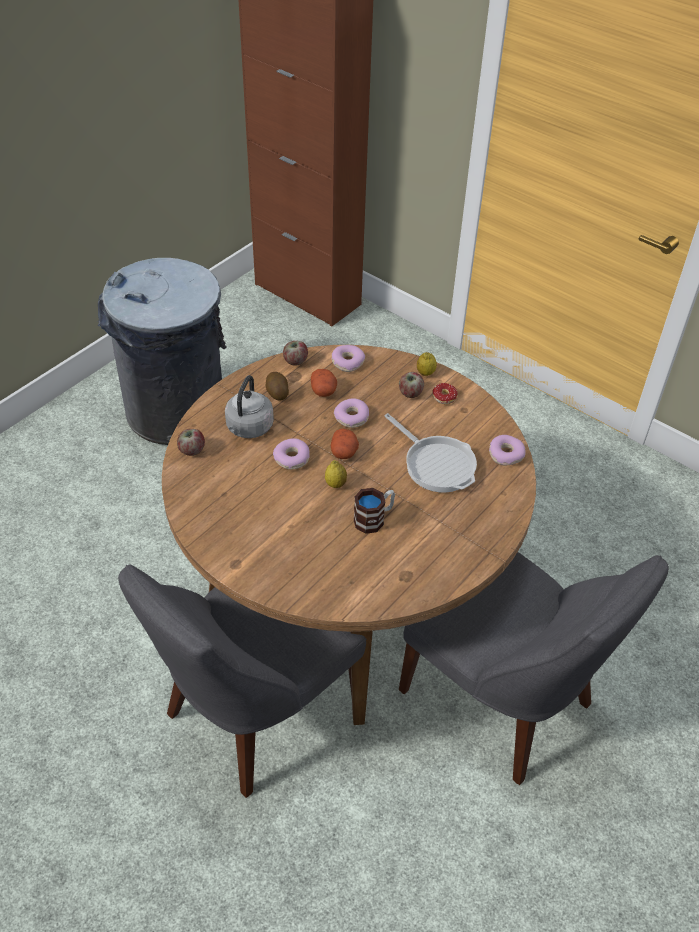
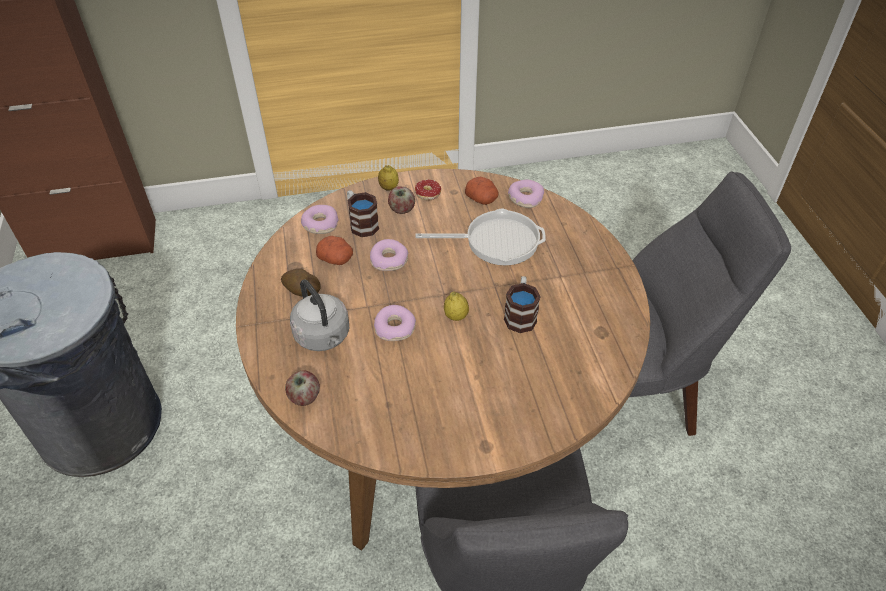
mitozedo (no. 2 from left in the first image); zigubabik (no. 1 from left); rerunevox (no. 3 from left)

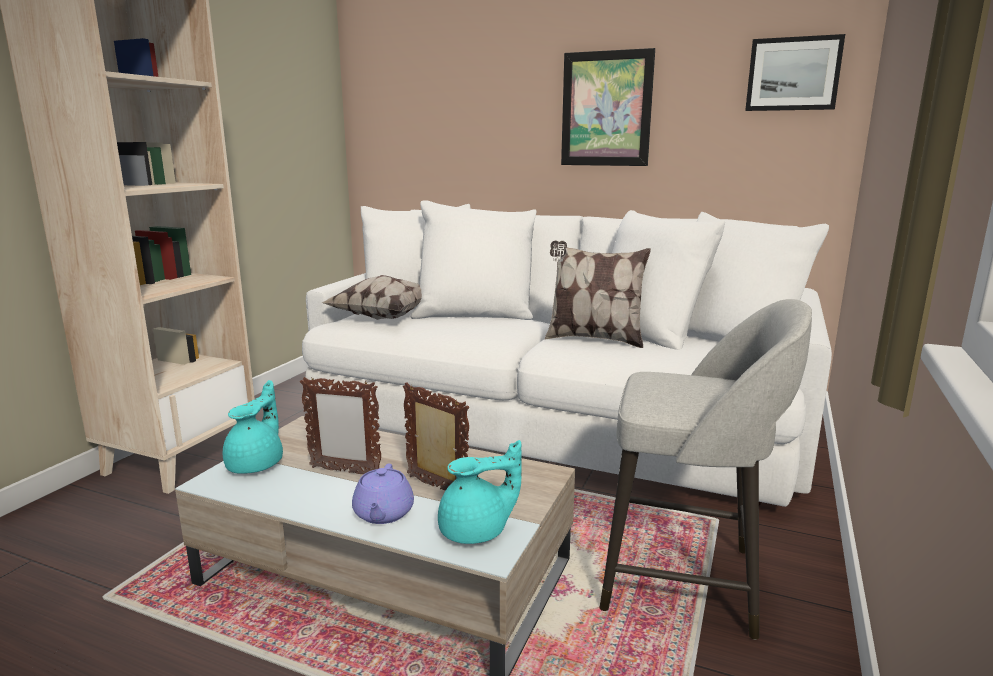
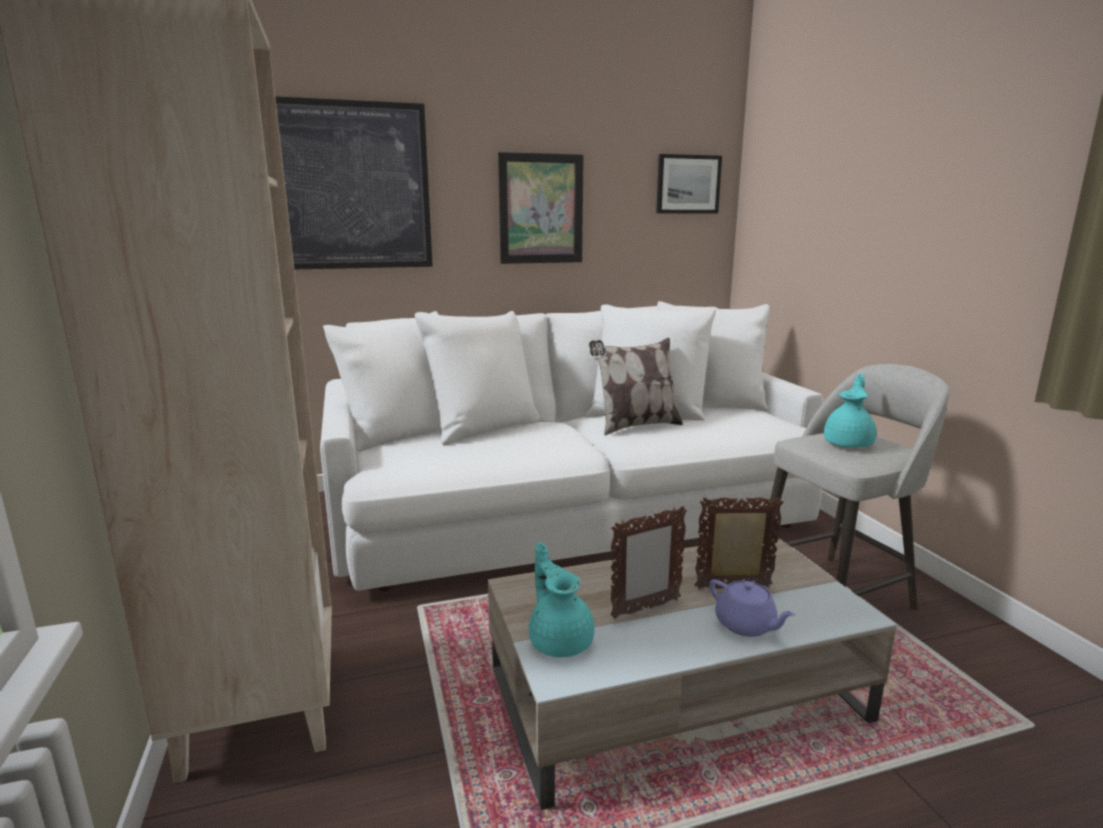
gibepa (no. 1 from left in the first image); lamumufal (no. 1 from left); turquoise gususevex (no. 2 from left)

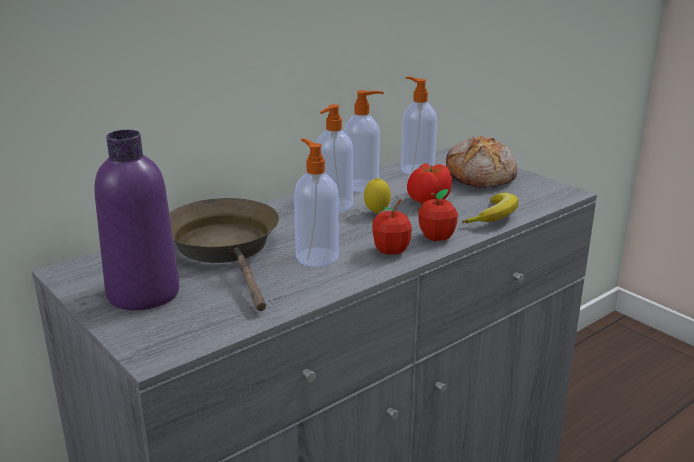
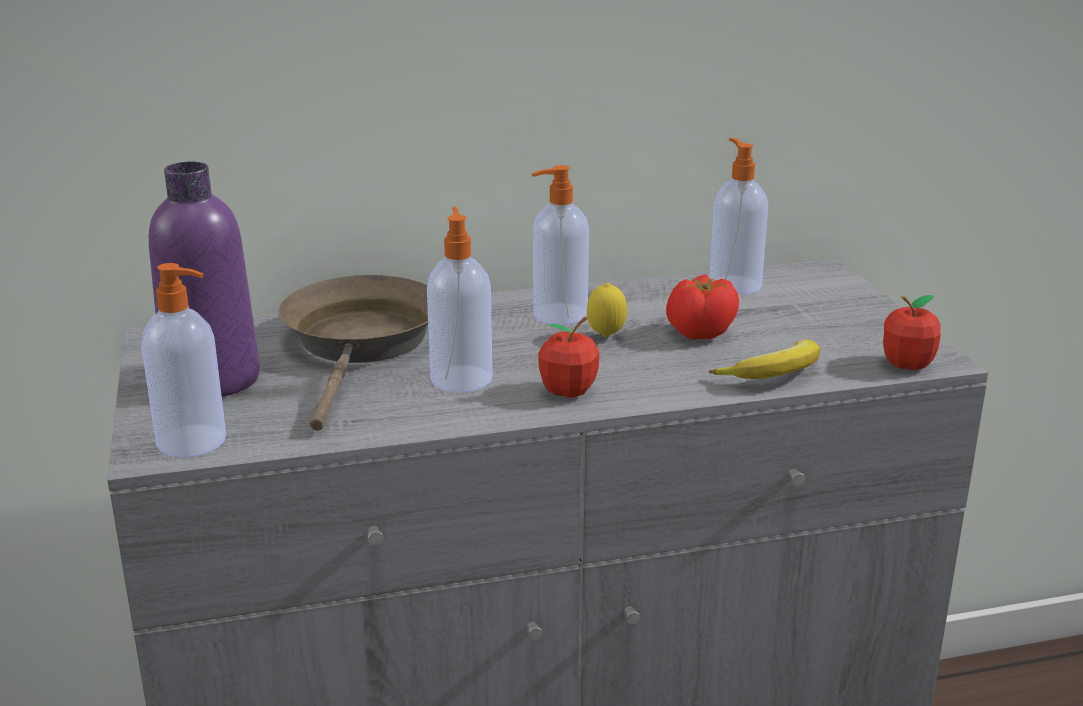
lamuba; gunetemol (no. 1 from left); mitozedo (no. 2 from left)

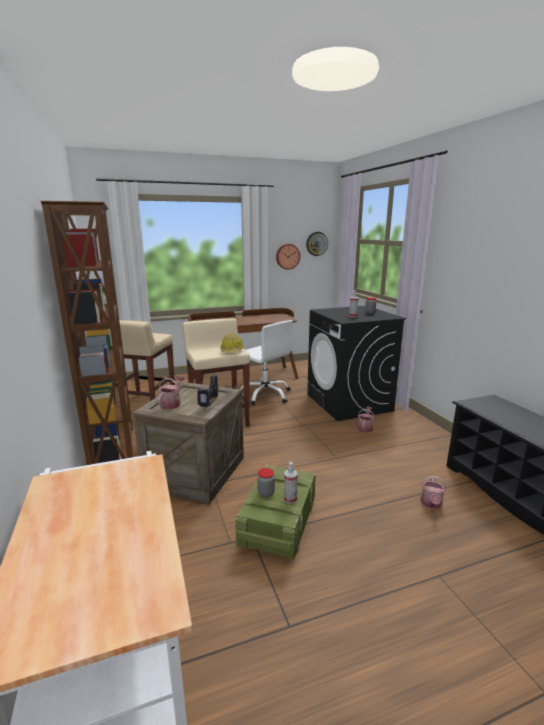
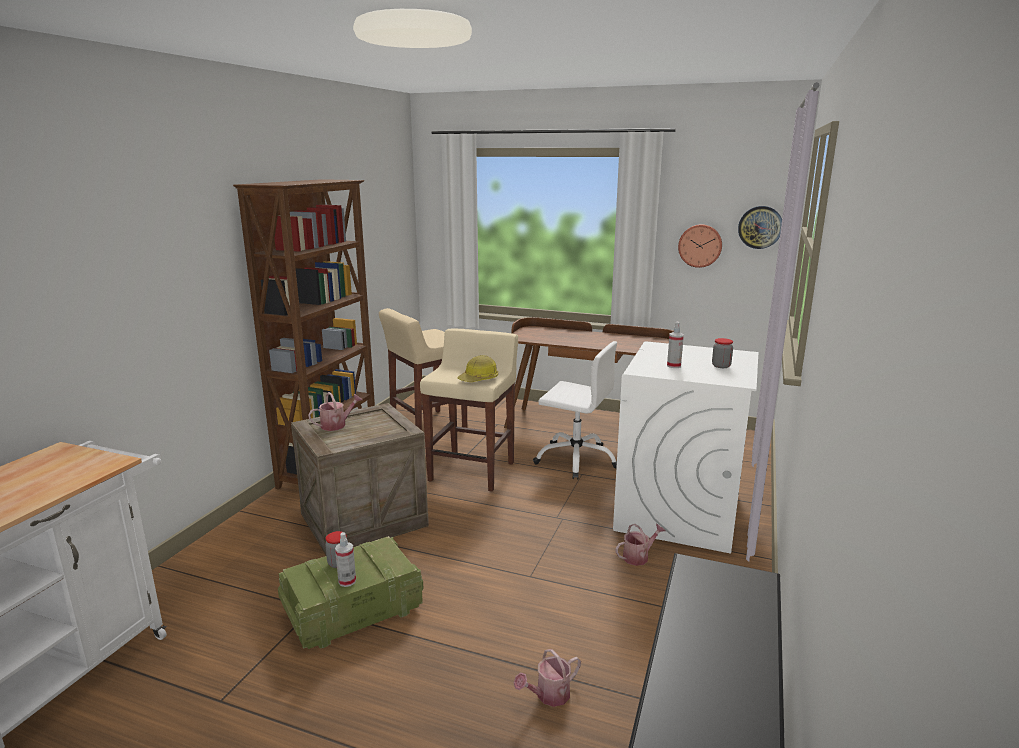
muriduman; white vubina; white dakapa

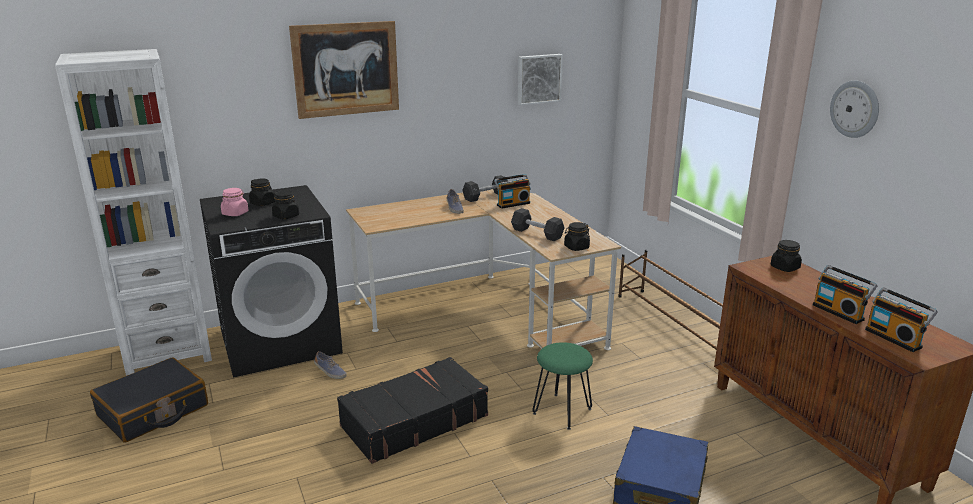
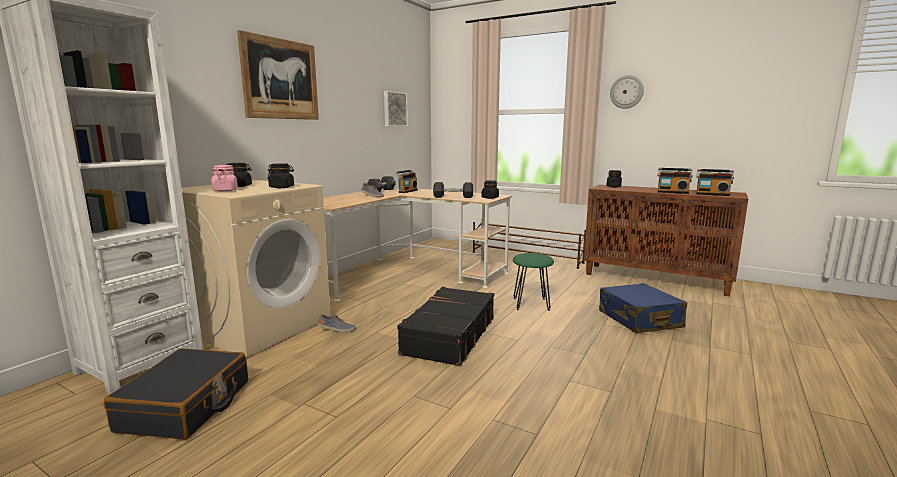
beige vubina

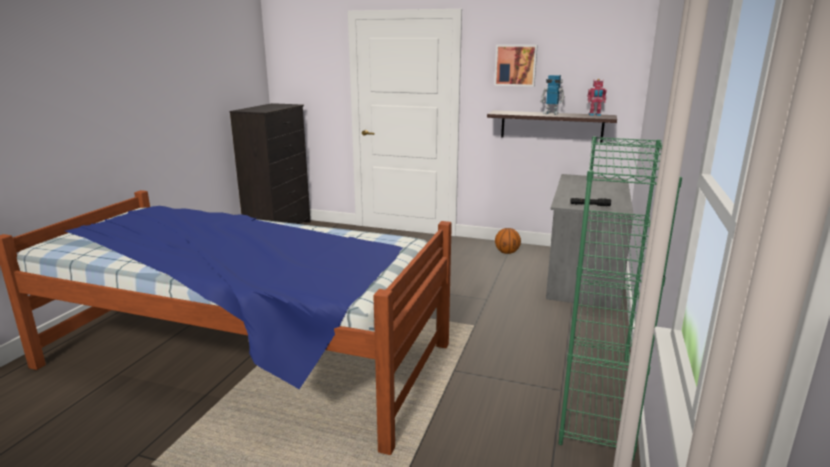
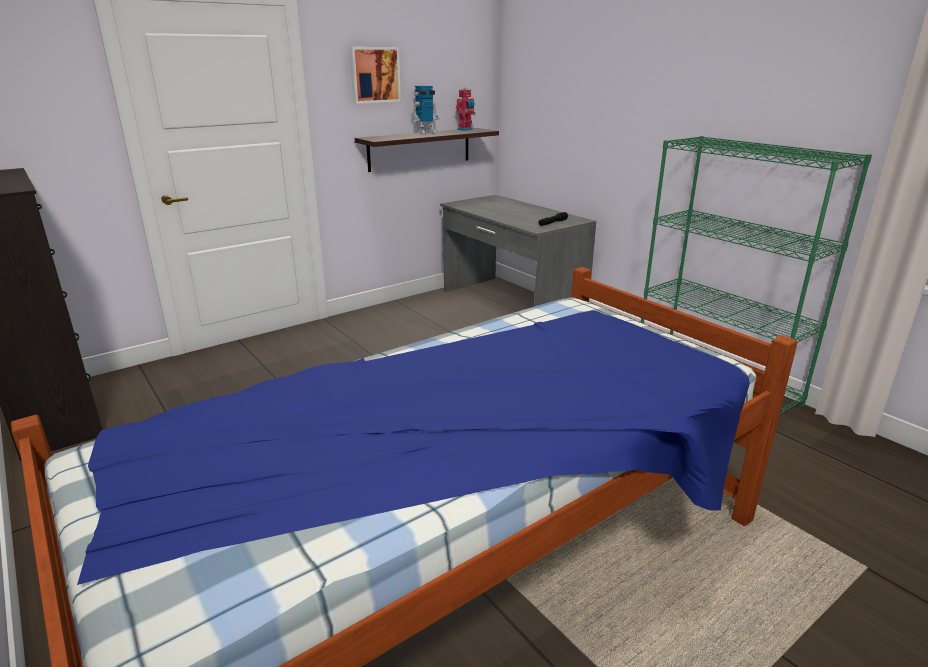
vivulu

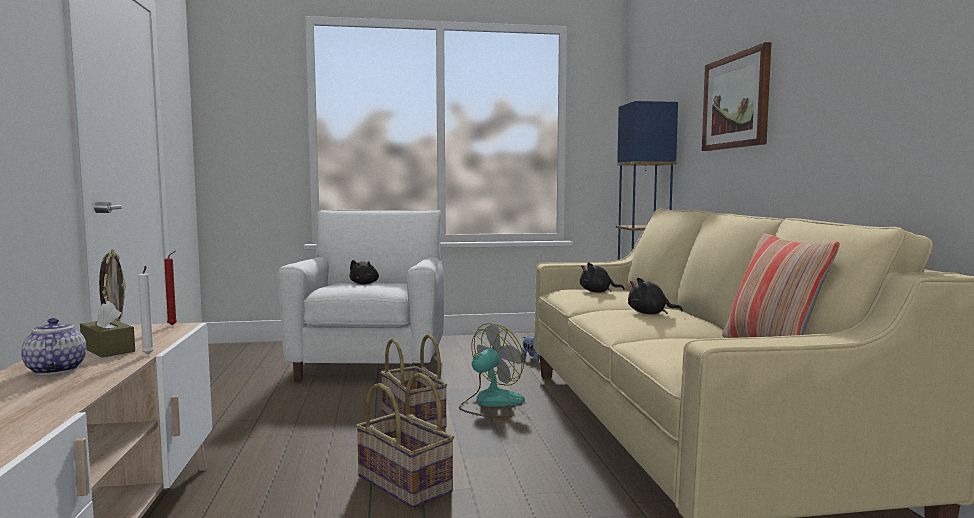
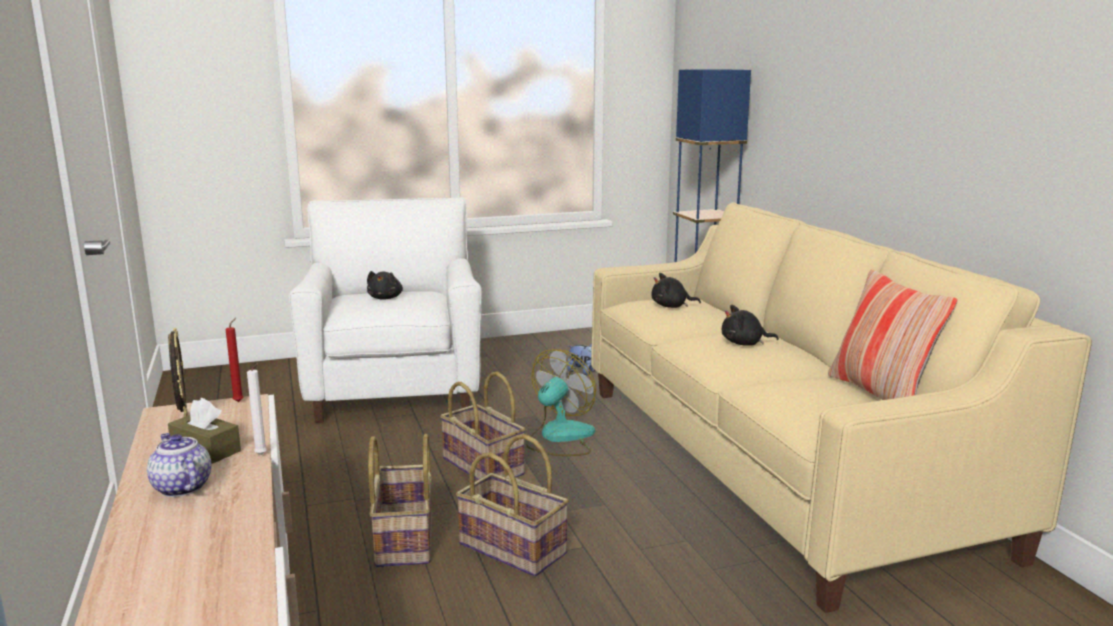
lamumufal; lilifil (no. 1 from left)

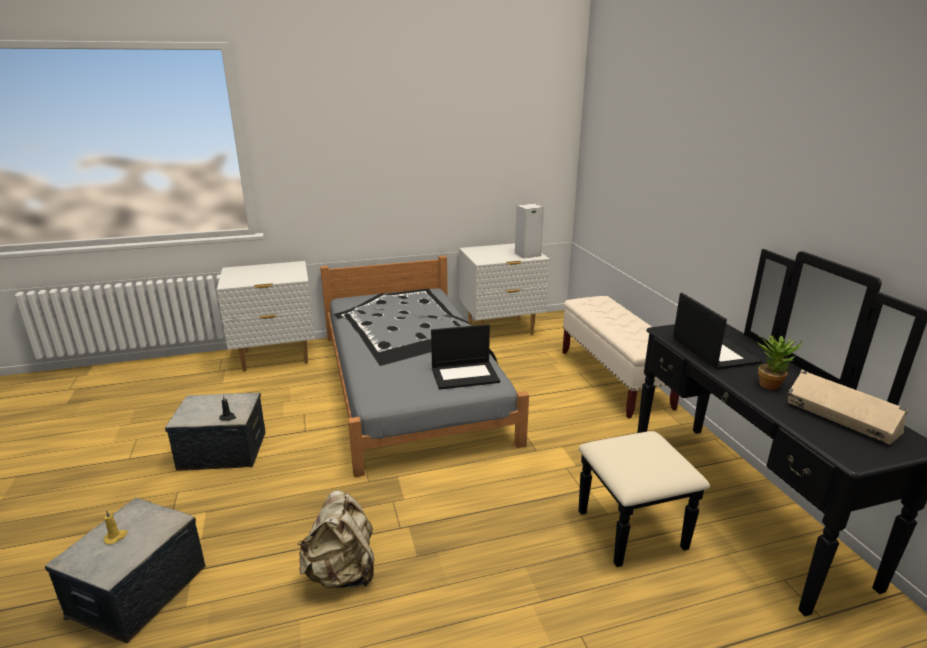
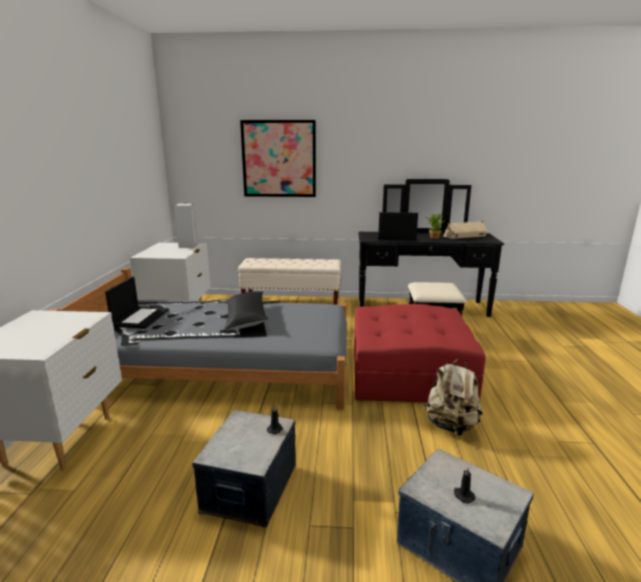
black gibepa; lamumufal; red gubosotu; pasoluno (no. 1 from left); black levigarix (no. 2 from left)

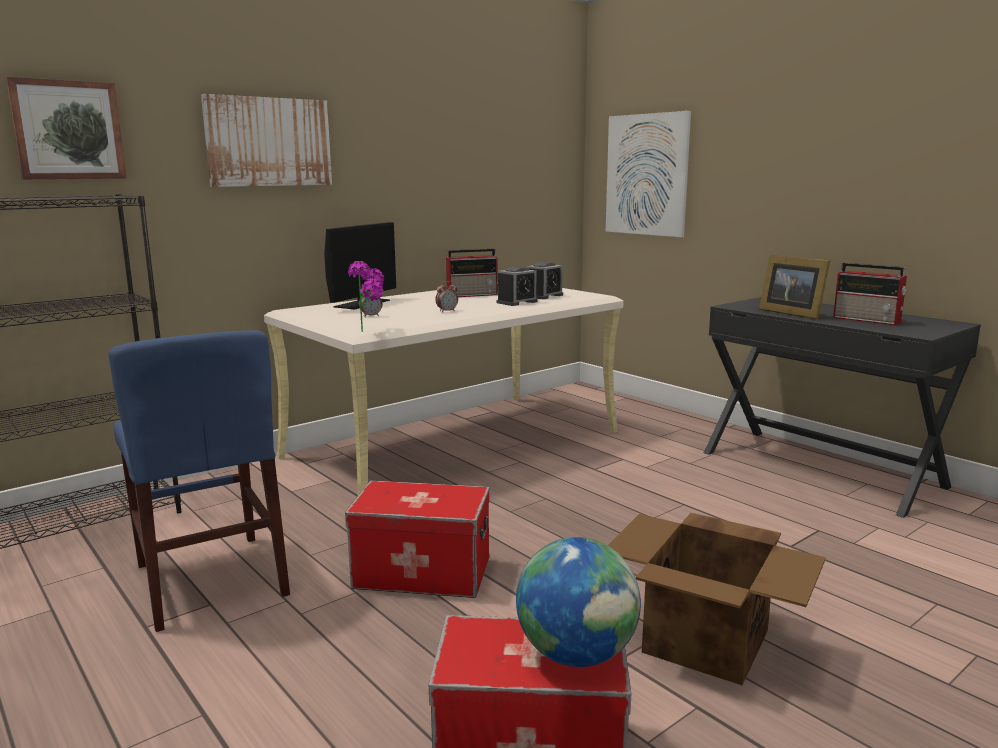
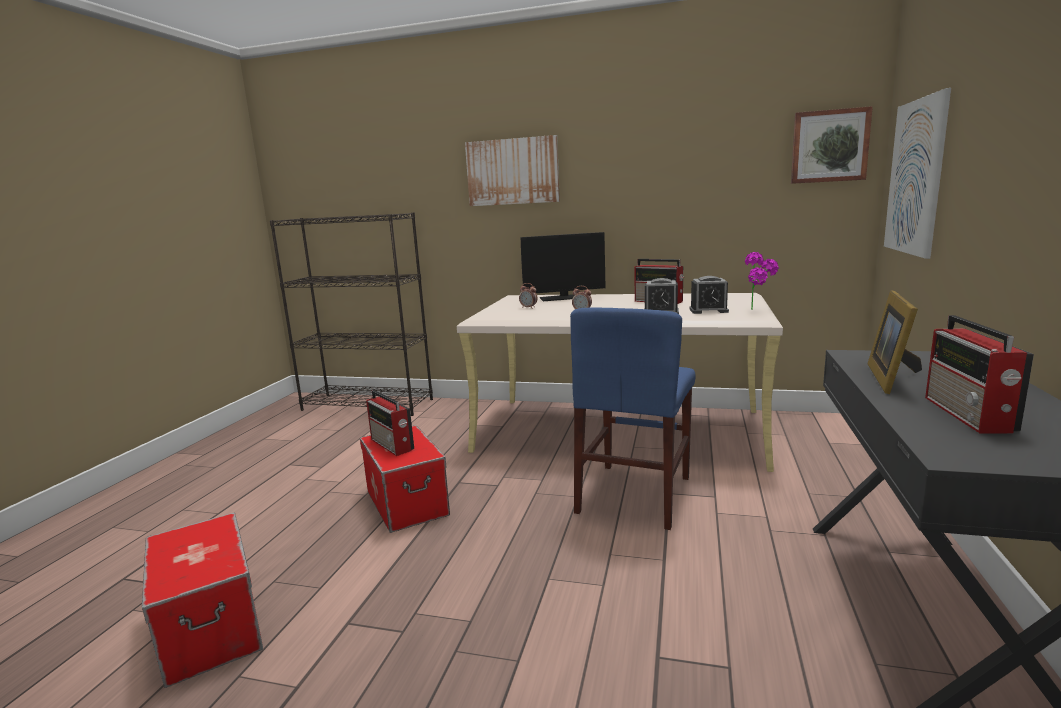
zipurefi; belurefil; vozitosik (no. 1 from left); lamumufal (no. 2 from left); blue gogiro; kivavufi

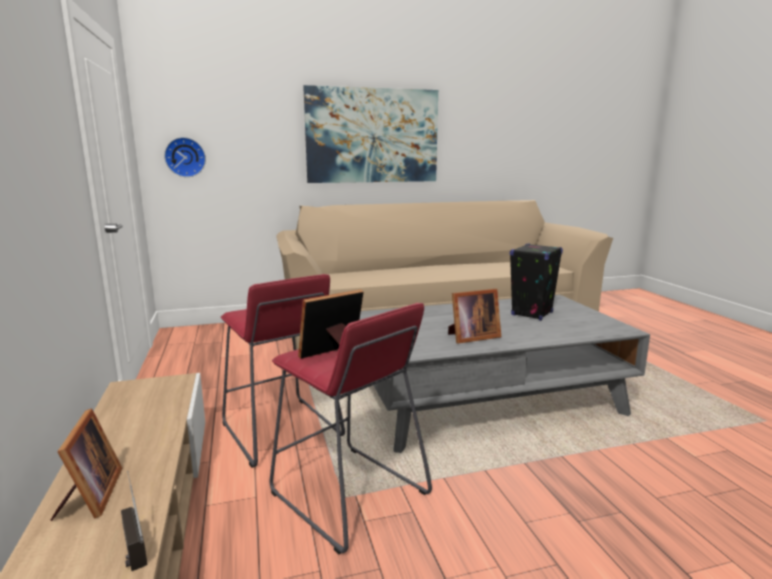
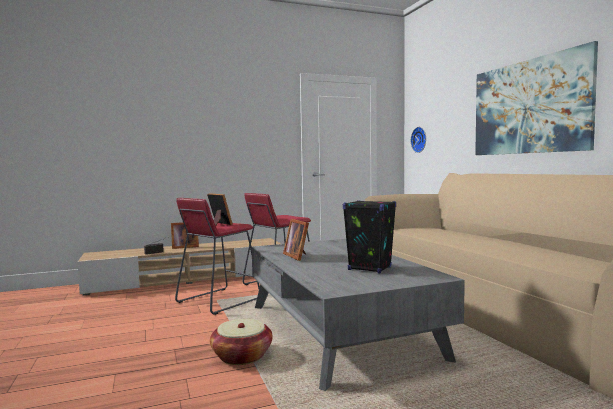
lilifil

